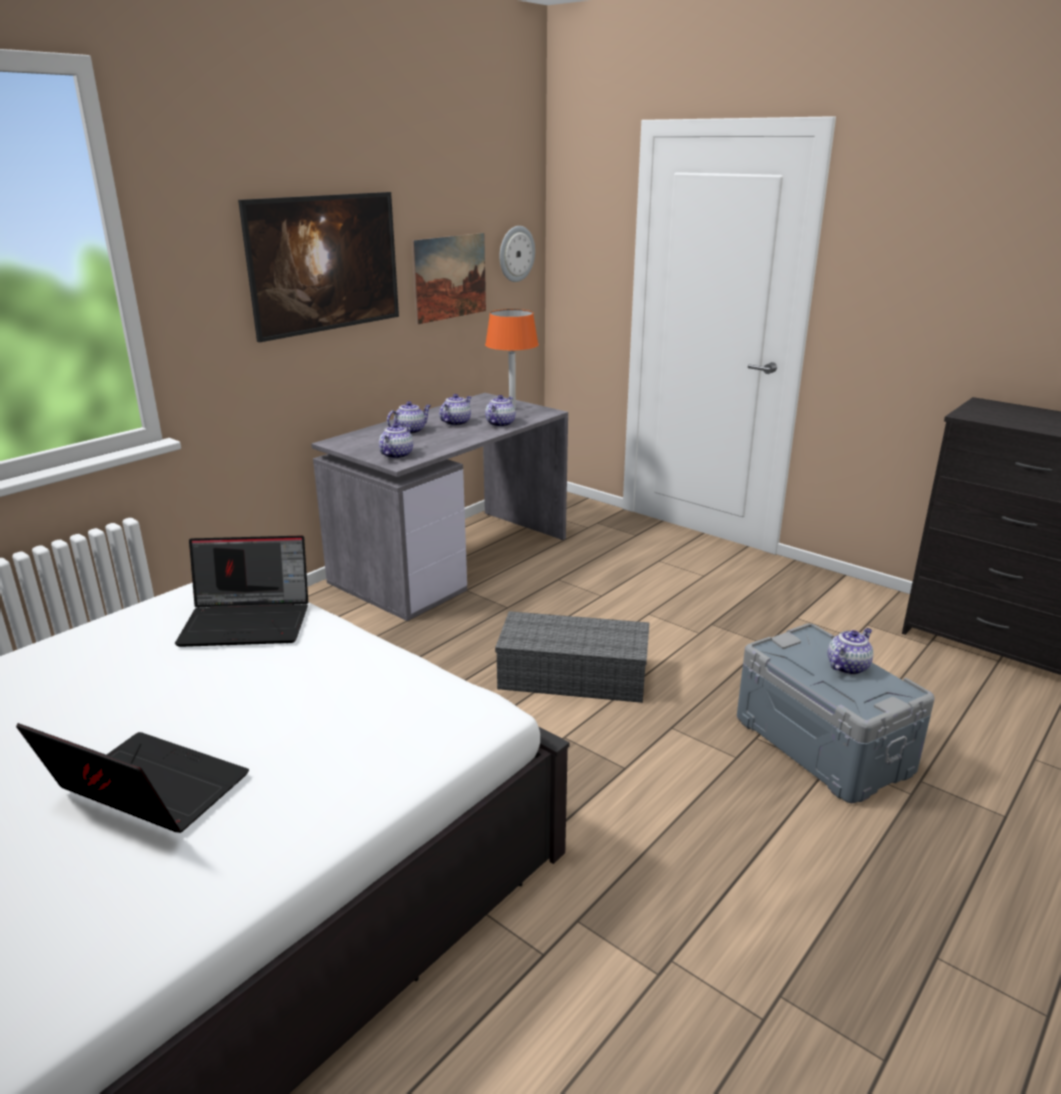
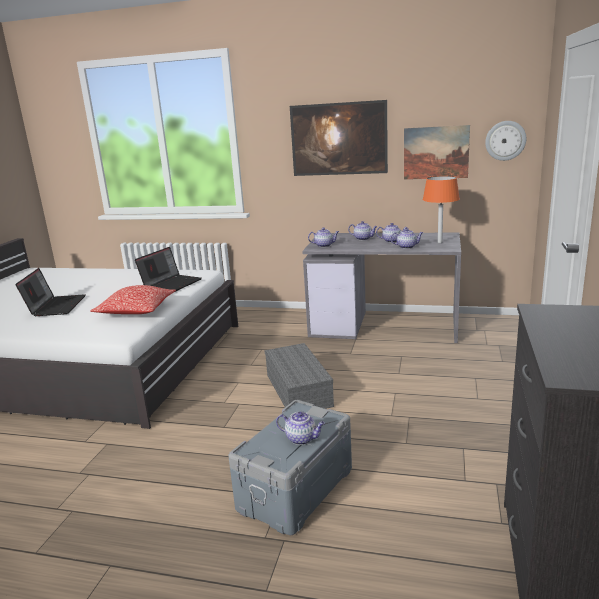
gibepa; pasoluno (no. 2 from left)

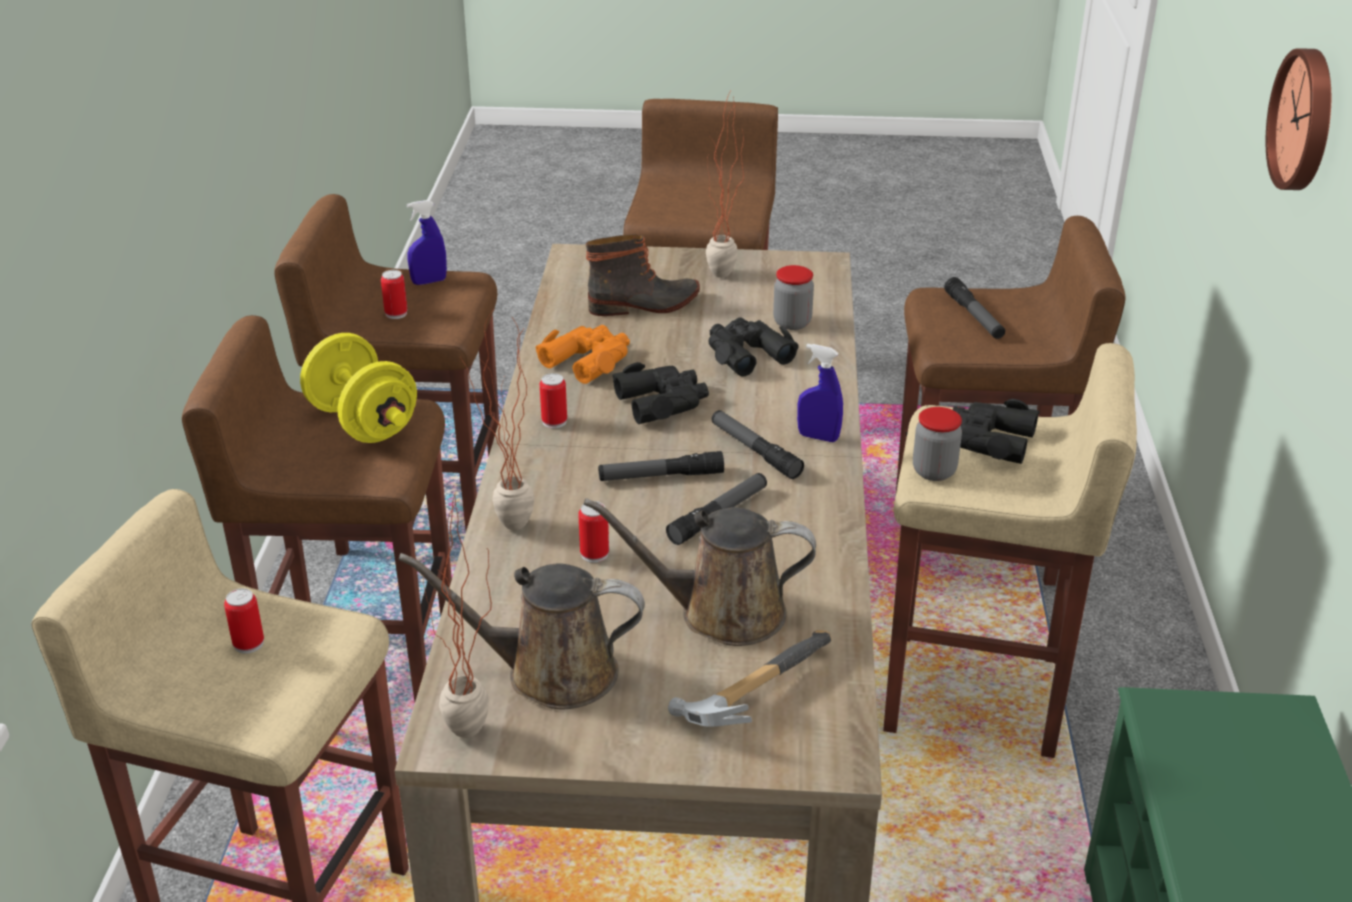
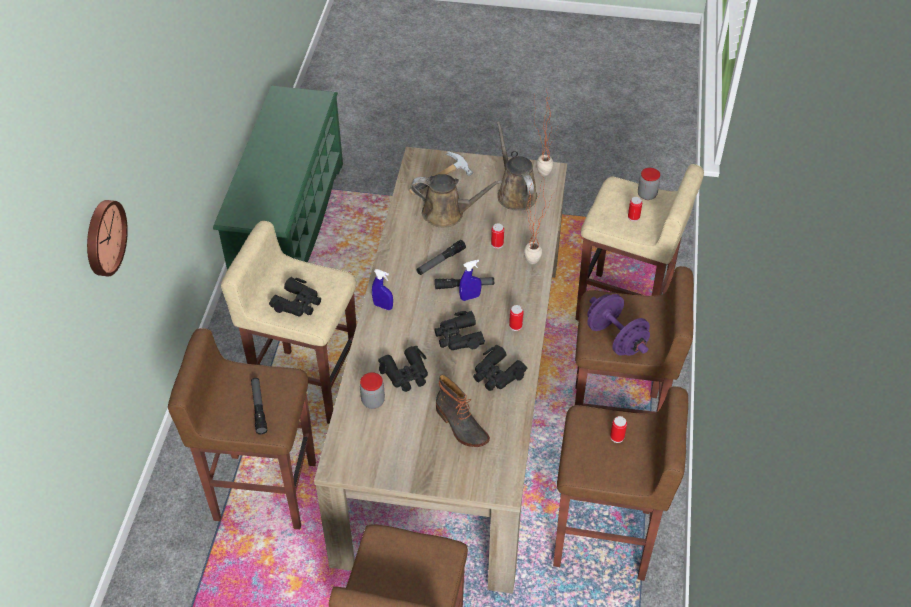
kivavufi (no. 3 from left in the first image); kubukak (no. 3 from left in the first image); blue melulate (no. 2 from left); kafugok (no. 2 from left); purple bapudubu; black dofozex (no. 4 from left); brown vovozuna (no. 2 from left); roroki

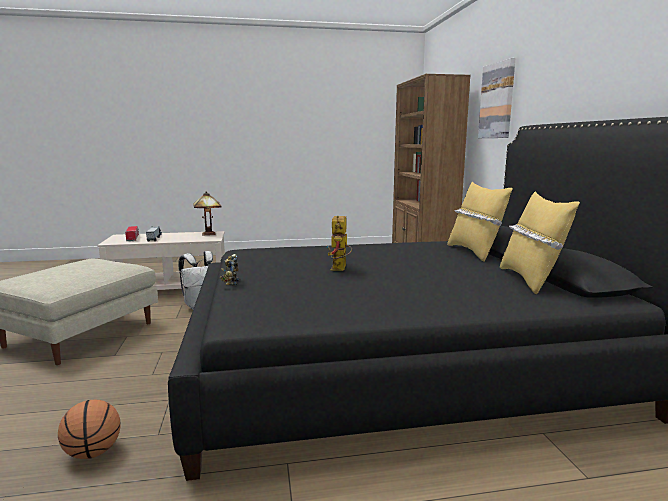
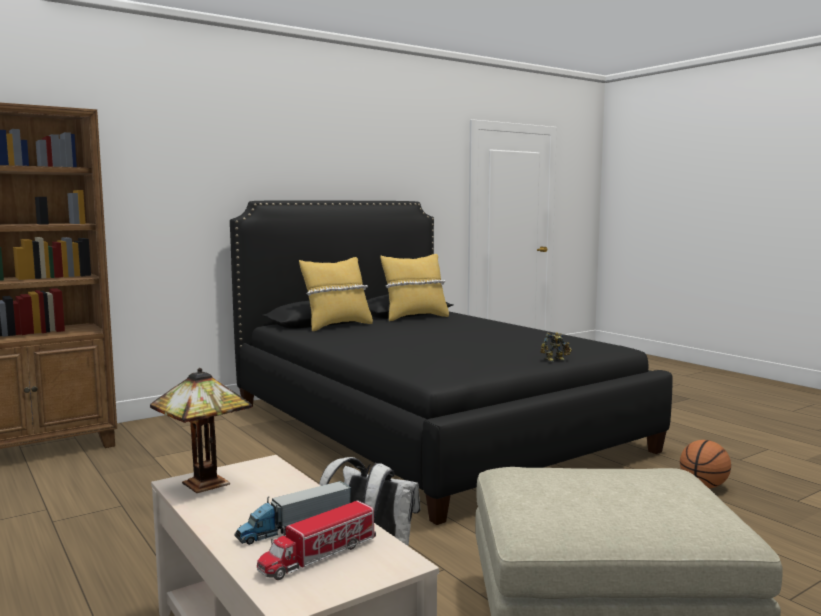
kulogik (no. 2 from left in the first image); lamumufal

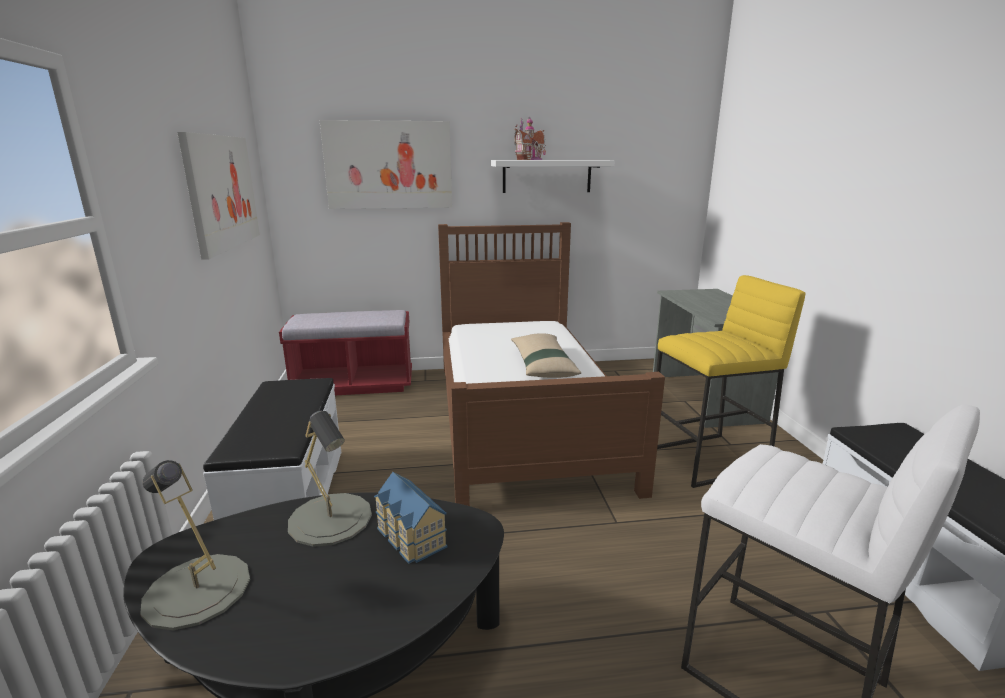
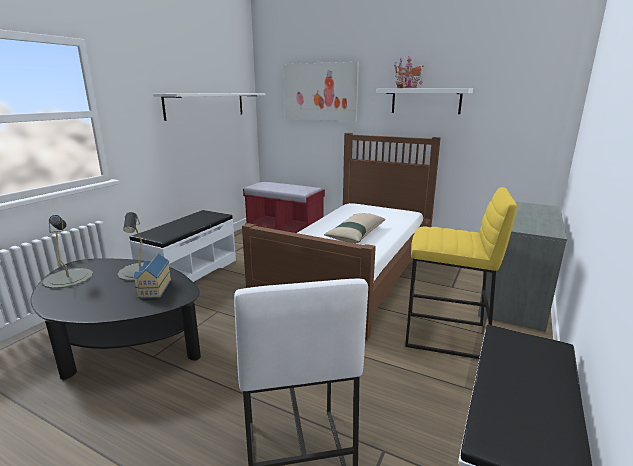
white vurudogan (no. 1 from left)

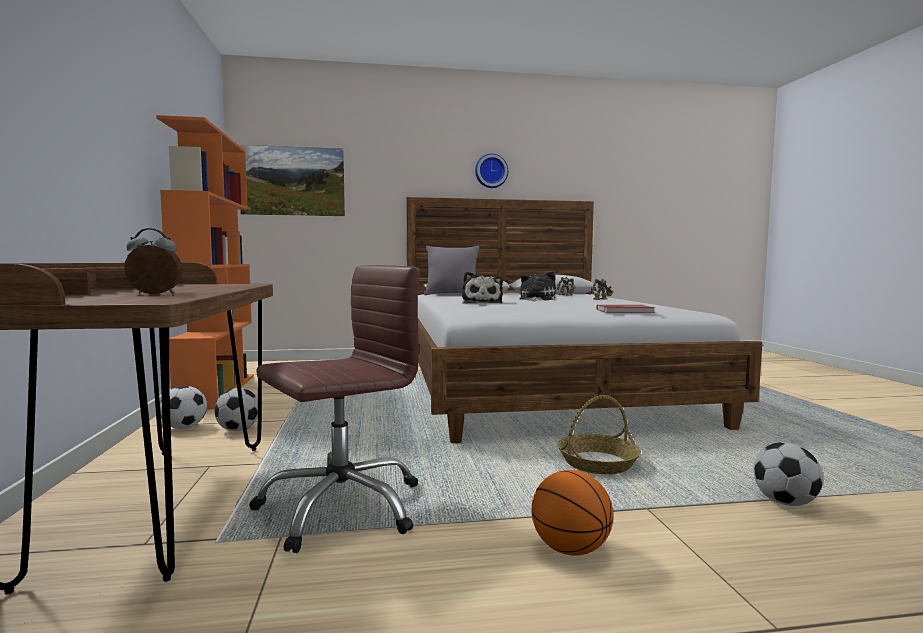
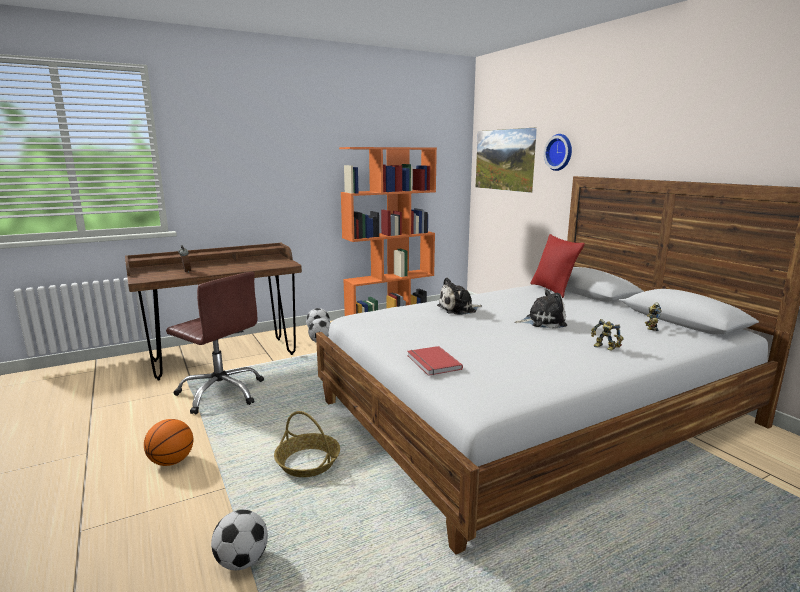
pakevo; red gibepa

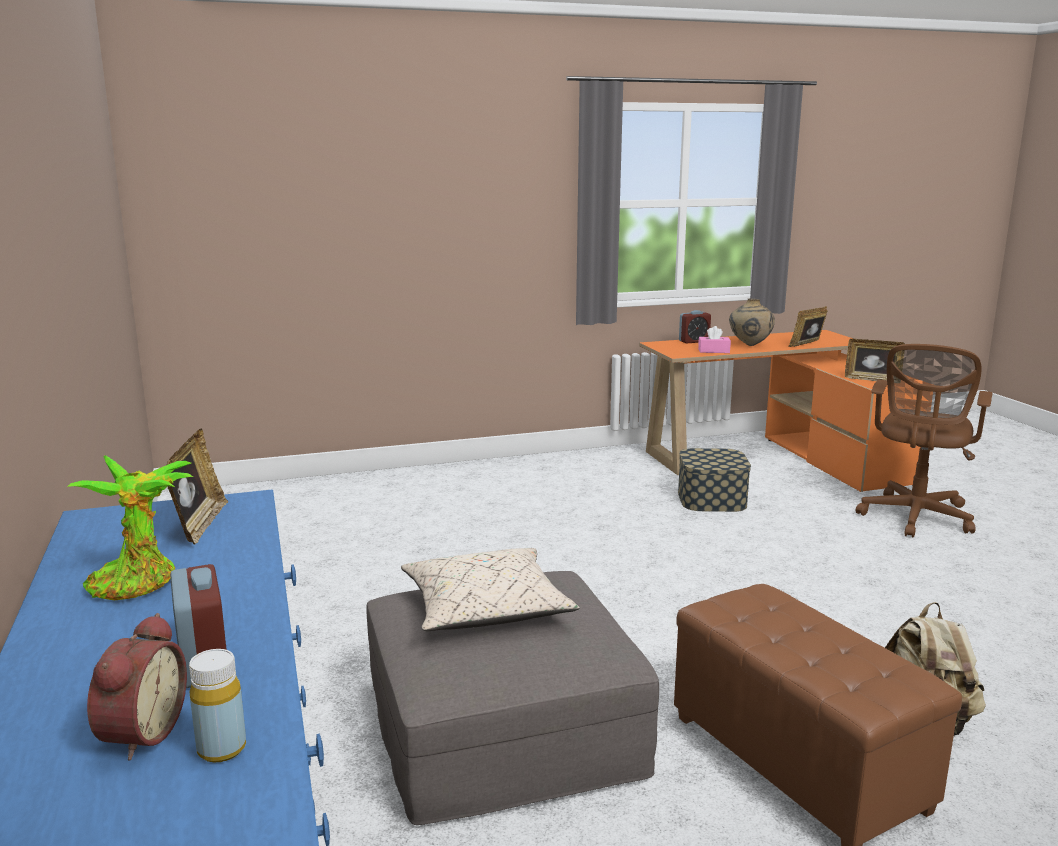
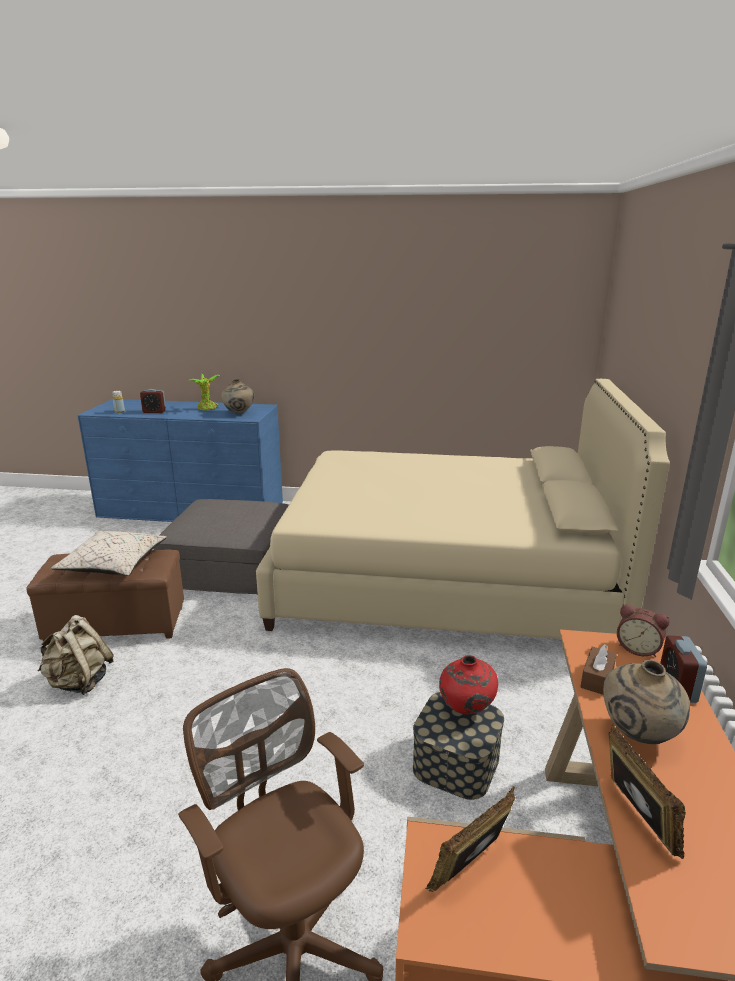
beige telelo; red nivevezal; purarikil (no. 2 from left); beige gibepa; beige nivevezal (no. 1 from left); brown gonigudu

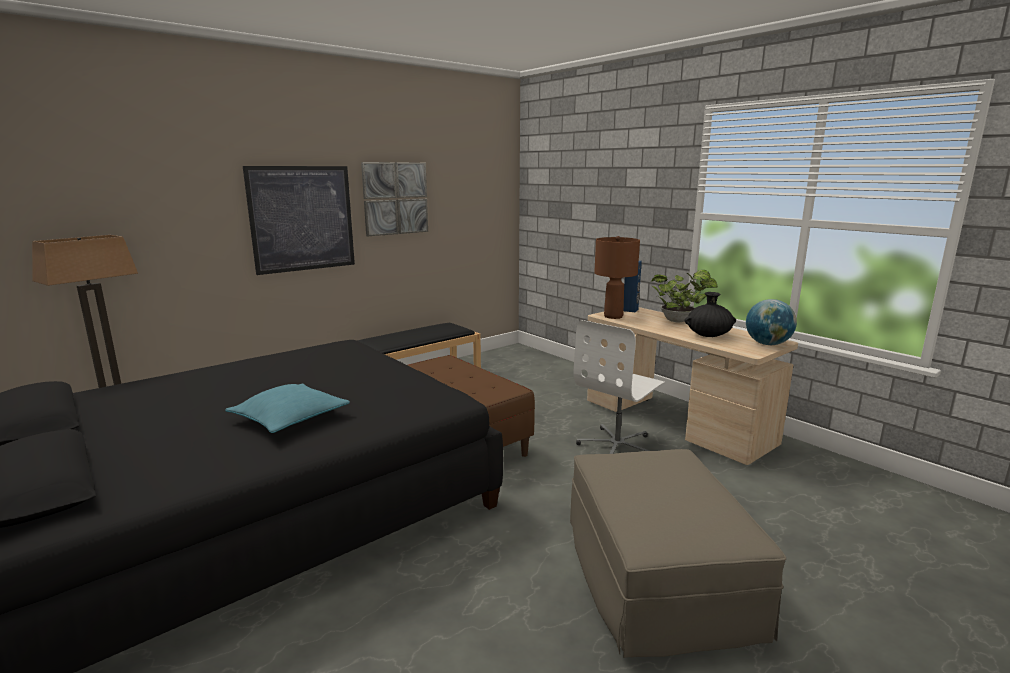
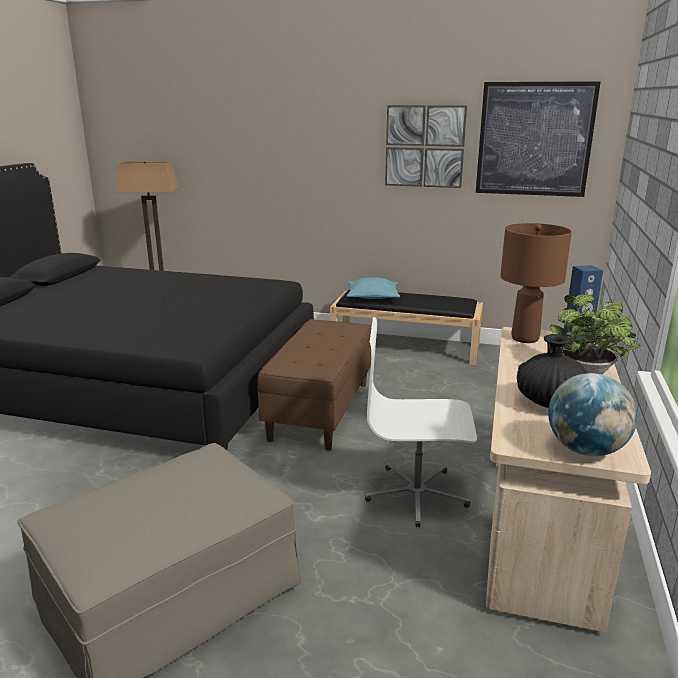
turquoise gibepa; lamumufal (no. 2 from left)

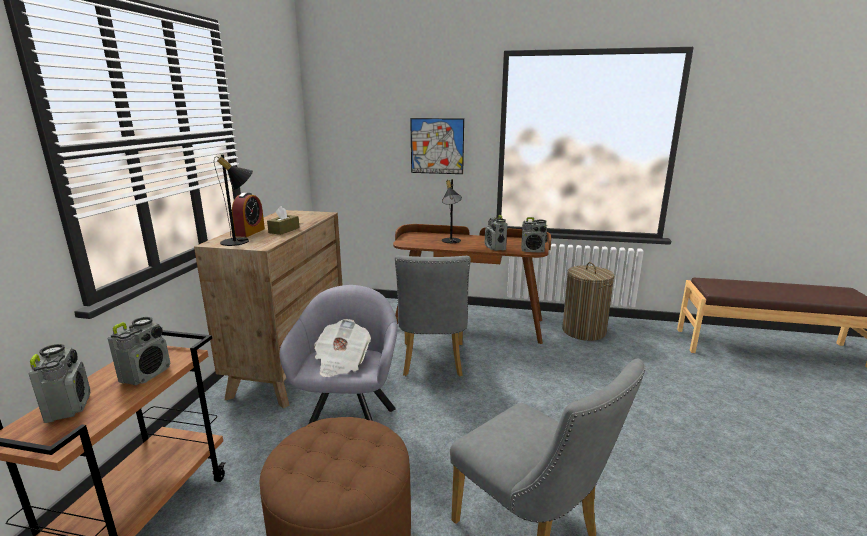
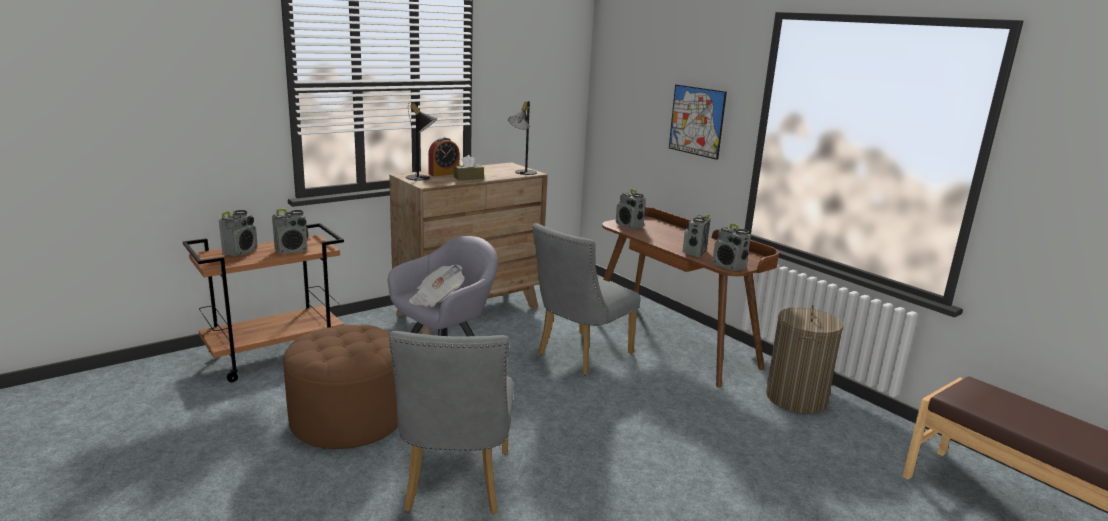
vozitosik (no. 3 from left); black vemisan (no. 2 from left)

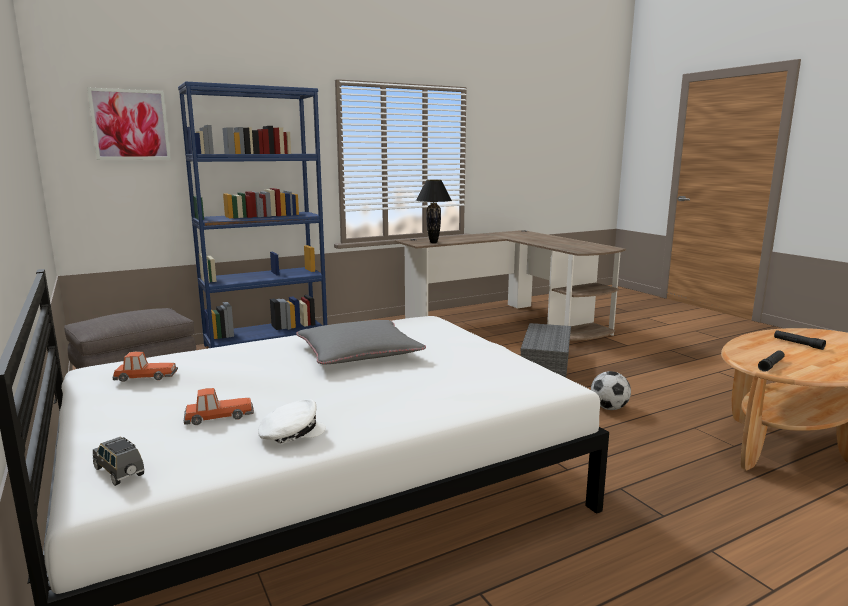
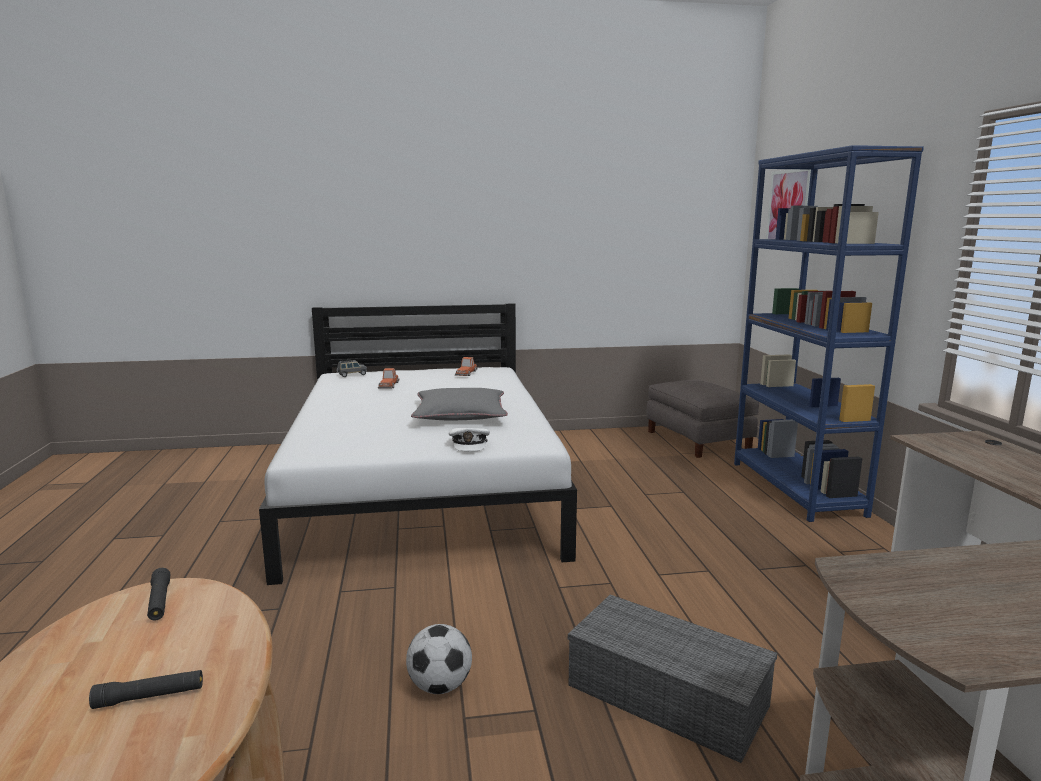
black vemisan; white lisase

